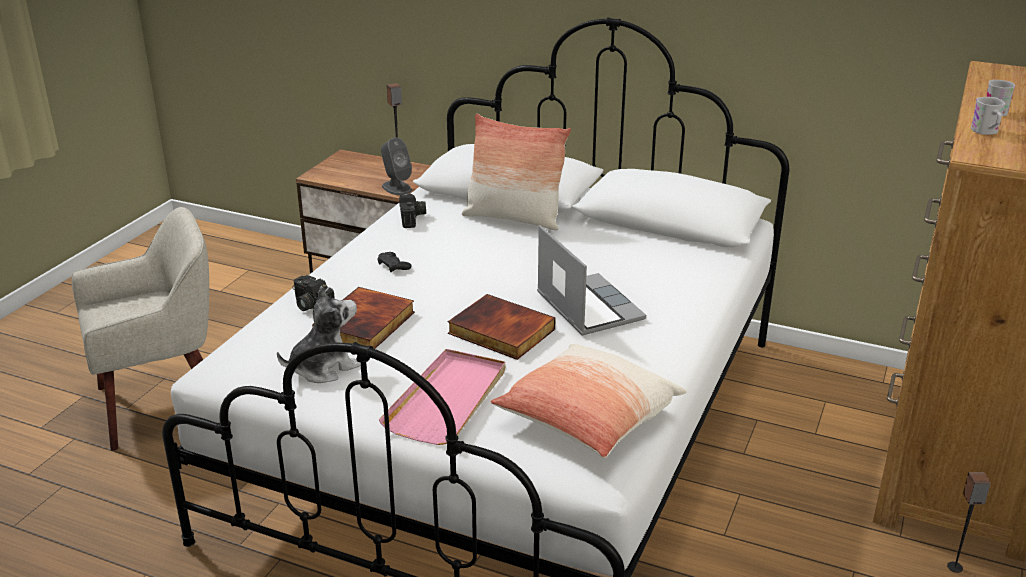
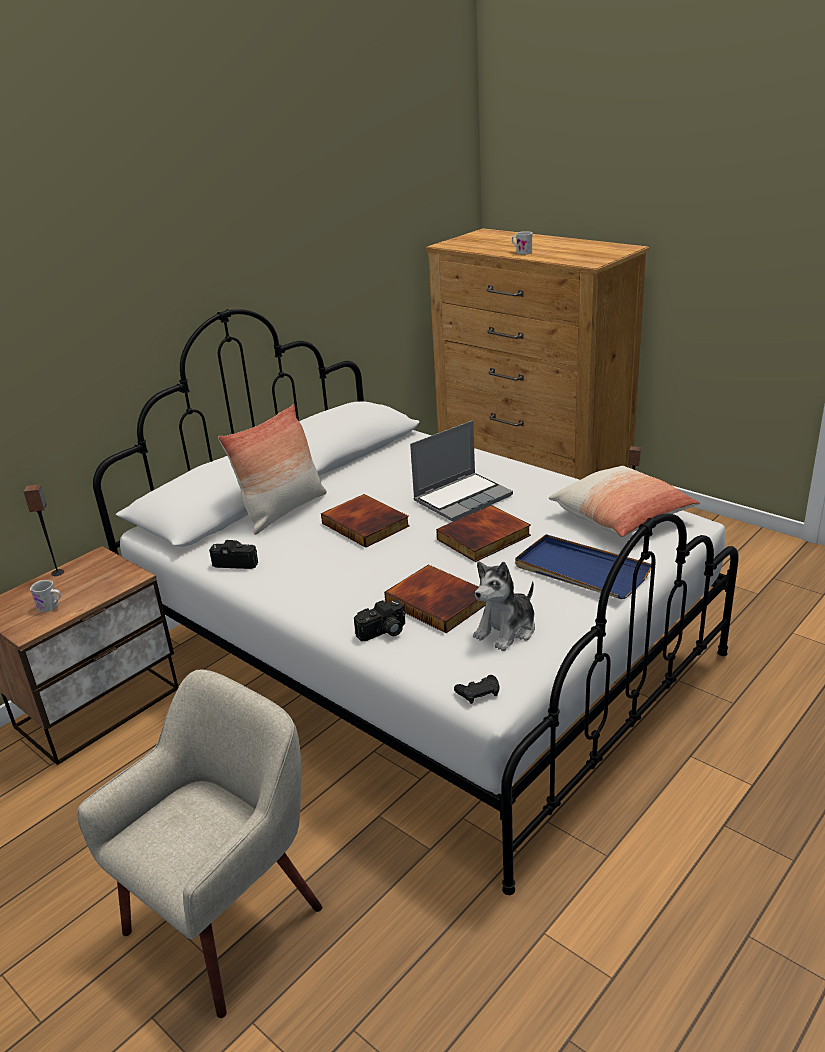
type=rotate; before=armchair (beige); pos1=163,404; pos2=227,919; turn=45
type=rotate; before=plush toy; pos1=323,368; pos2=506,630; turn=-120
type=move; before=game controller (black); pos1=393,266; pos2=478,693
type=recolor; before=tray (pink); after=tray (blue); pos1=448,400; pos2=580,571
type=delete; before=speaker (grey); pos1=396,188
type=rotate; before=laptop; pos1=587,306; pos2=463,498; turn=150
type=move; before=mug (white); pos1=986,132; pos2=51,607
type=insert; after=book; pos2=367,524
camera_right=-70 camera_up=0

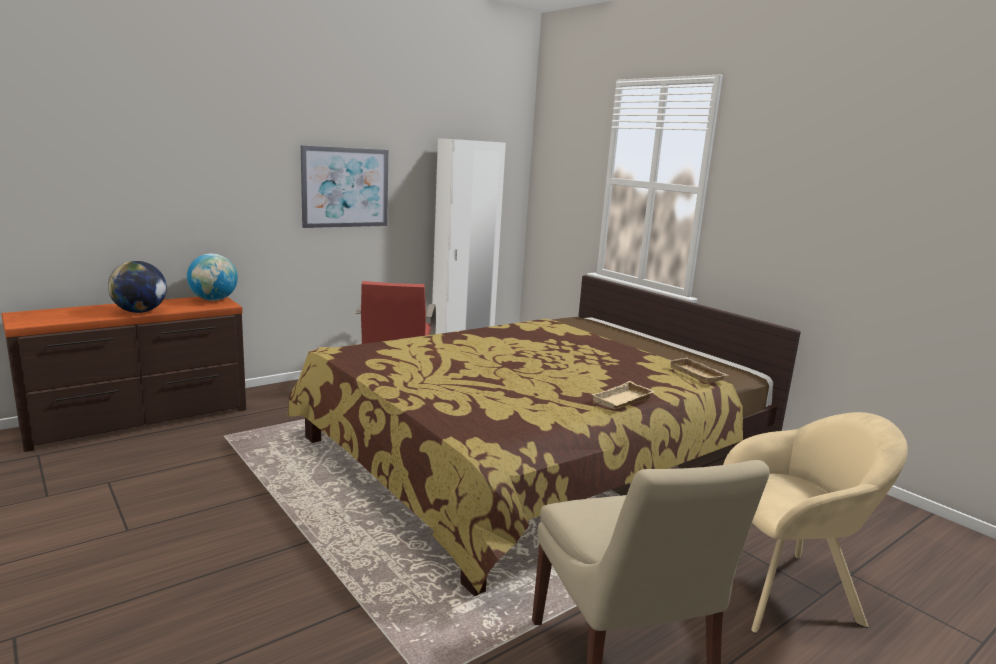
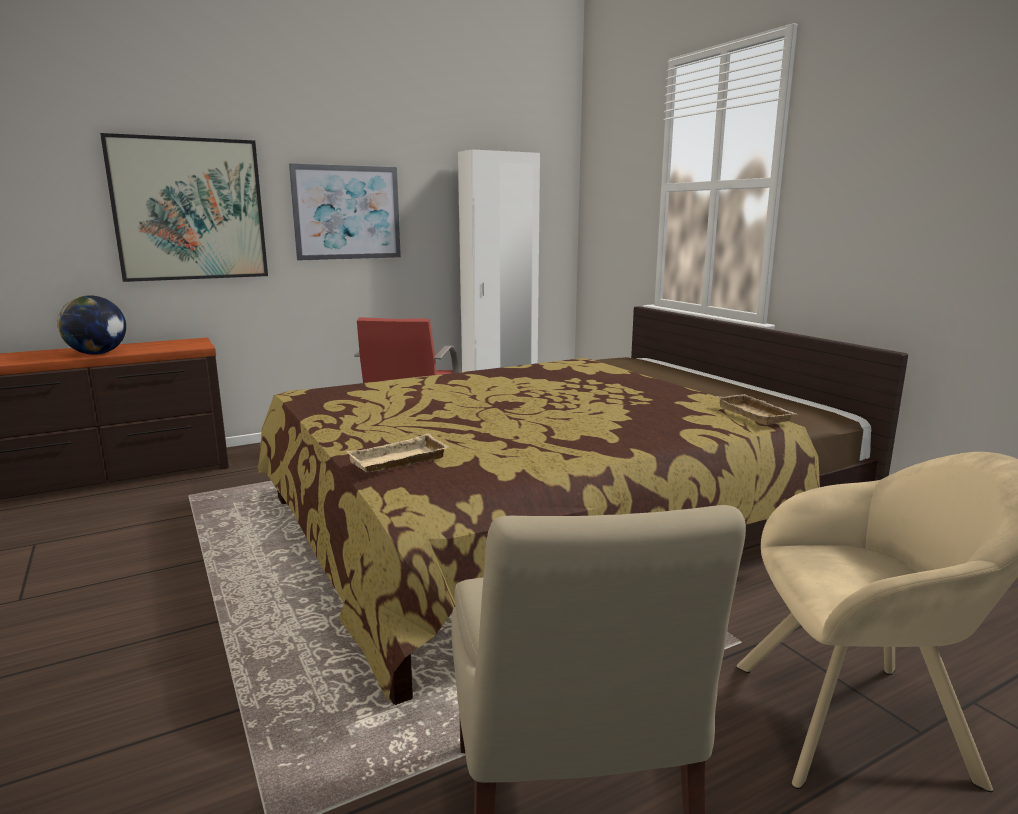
type=delete; before=globe; pos1=214,300
type=move; before=tray (beige); pos1=623,401; pos2=398,462
type=insert; after=picture; pos2=189,209
camera_right=10 camera_up=0

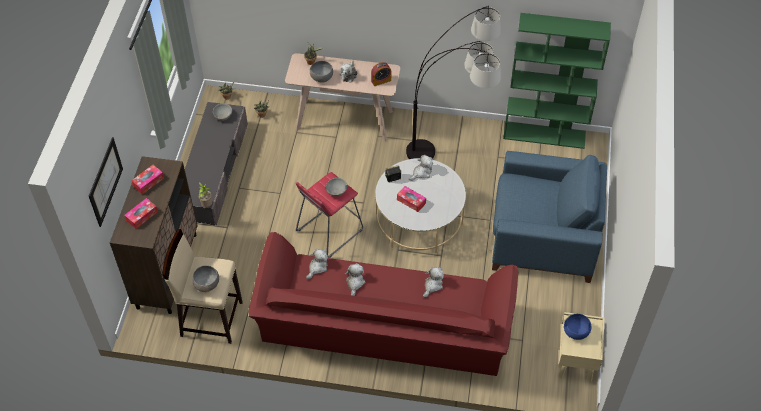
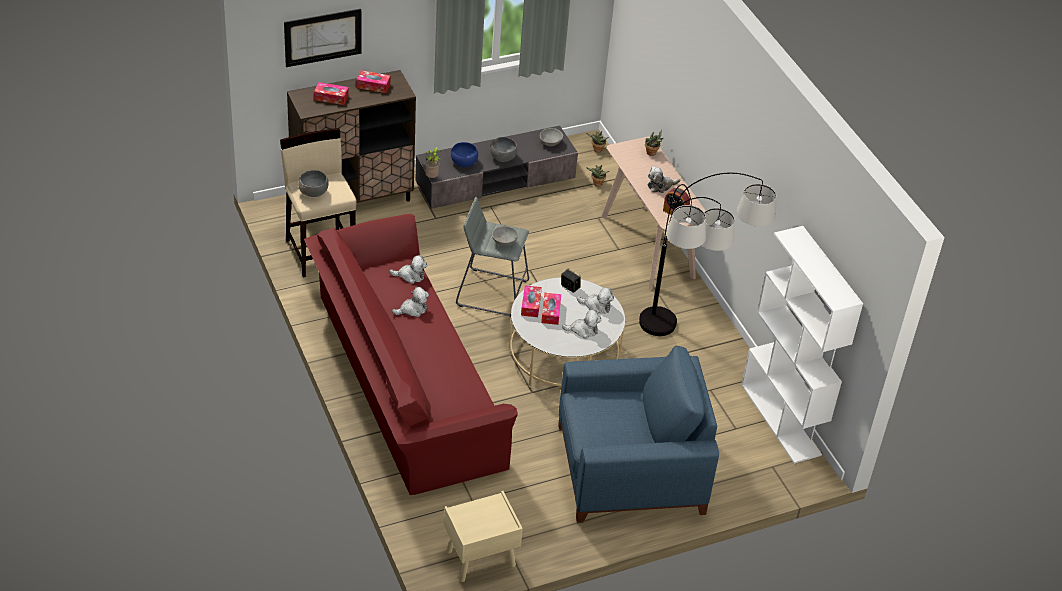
type=recolor; before=stool (red); after=stool (grey); pos1=329,231; pos2=492,293
type=move; before=bowl (grey); pos1=321,77; pos2=503,157
type=move; before=plush toy; pos1=432,285; pos2=583,330
type=rotate; before=armchair (blue); pos1=542,237; pos2=628,469; turn=-75
type=recolor; before=bookcase (green); after=bookcase (white); pos1=545,135; pos2=781,420
type=move; before=bowl (blue); pos1=575,332; pos2=463,162
type=insert; after=tissue box; pos2=530,305
camera_right=55 camera_up=-10

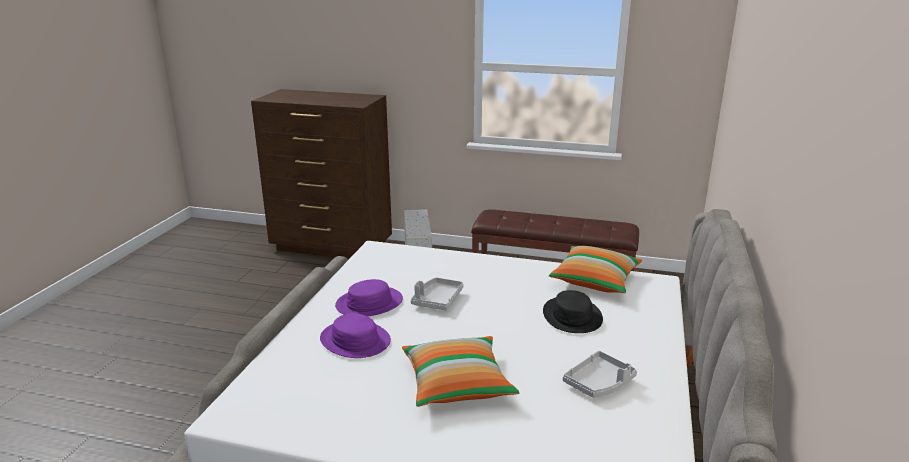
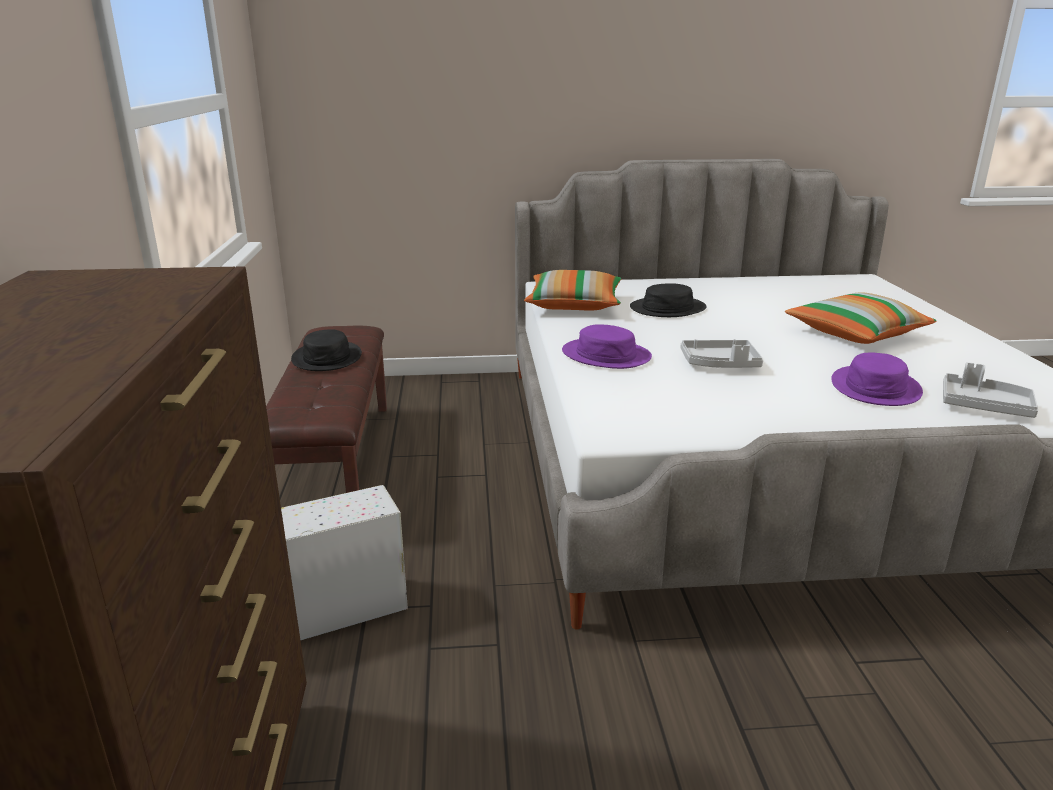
type=move; before=hat (purple); pos1=369,303; pos2=606,355
type=move; before=tray (grey); pos1=599,383; pos2=984,406
type=insert; after=hat (black); pos2=327,358
camera_right=-110 camera_up=0

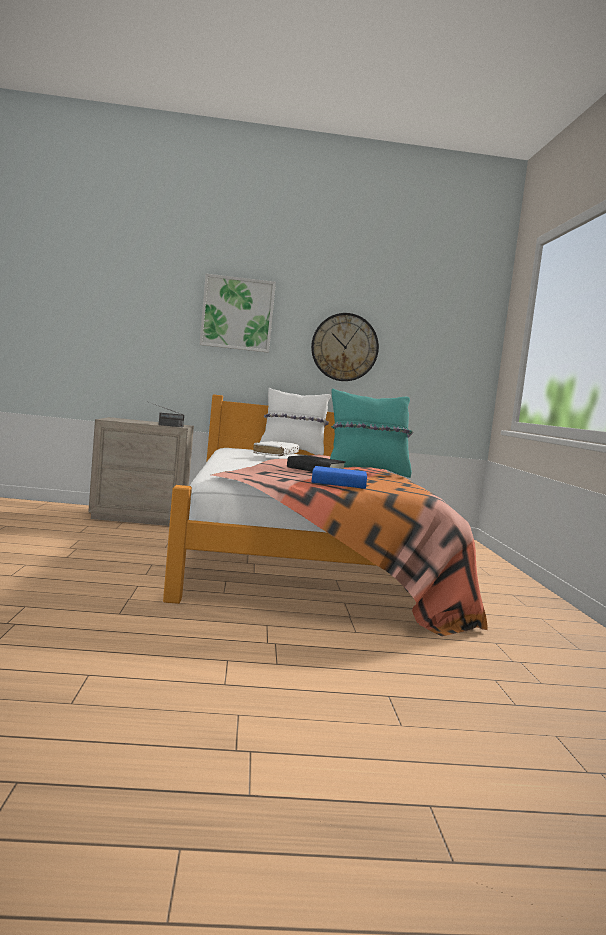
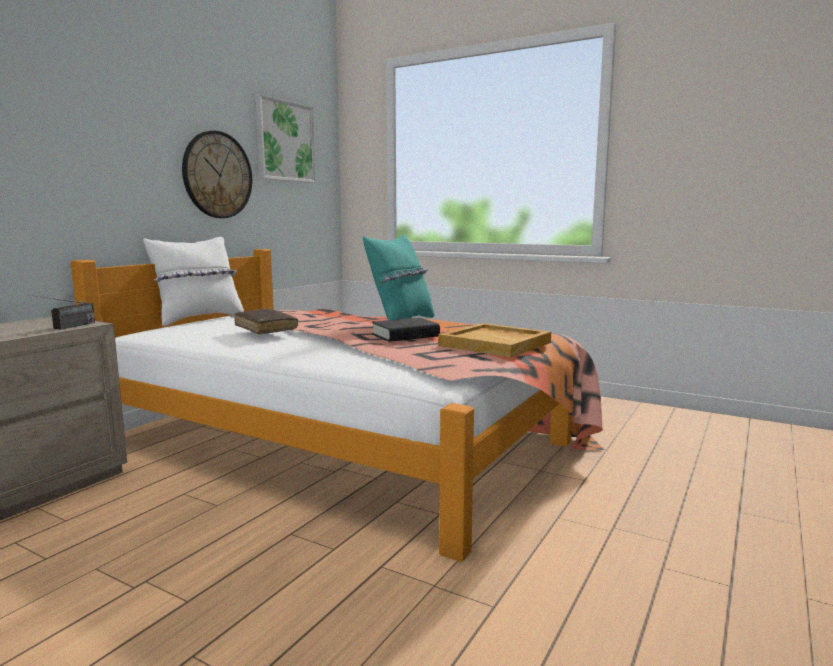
type=move; before=picture; pos1=237,313; pos2=285,141
type=recolor; before=book (white); after=book (brown); pos1=275,454; pos2=265,328
type=replace; before=book (blue); after=tray (beige); pos1=338,483; pos2=496,344
camera_right=-55 camera_up=5

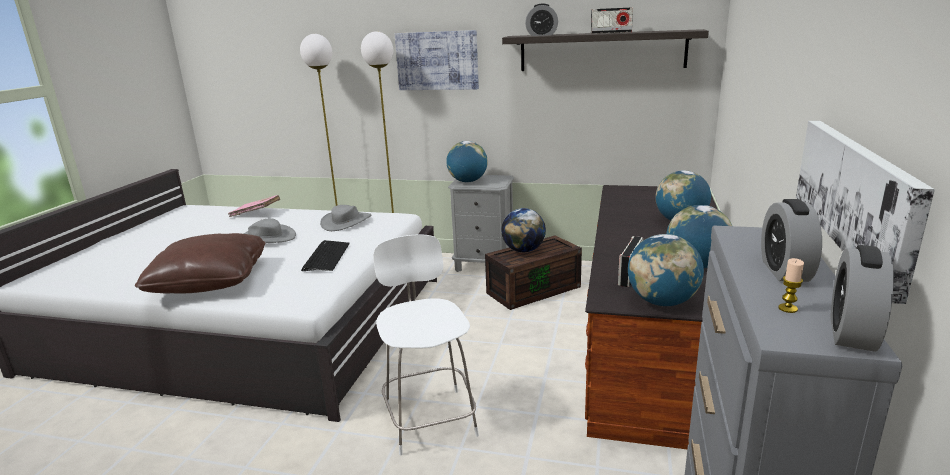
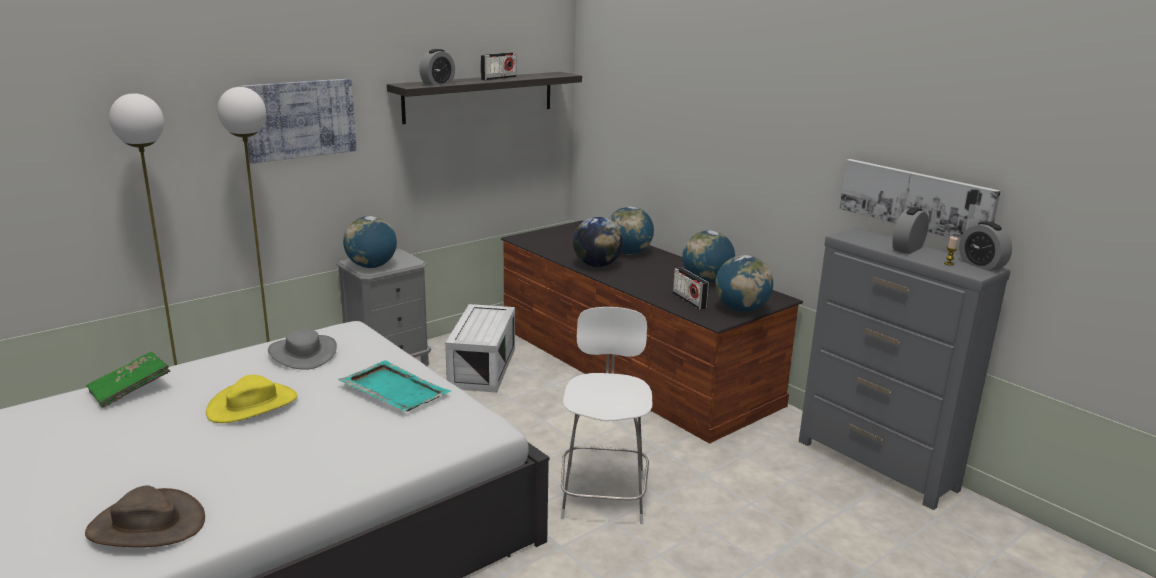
type=delete; before=pillow (brown); pos1=210,281
type=recolor; before=book (pink); after=book (green); pos1=256,213; pos2=130,390
type=recolor; before=hat (grey); after=hat (yellow); pos1=266,238; pos2=252,405
type=replace; before=keyboard; after=tray (turquoise); pos1=326,257; pos2=393,389
type=rotate; before=chair (white); pos1=429,418; pos2=604,495; turn=75
type=recolor; before=storage box (brown); after=storage box (white); pos1=534,289; pos2=481,367
type=move; before=globe; pos1=523,250; pos2=597,265
type=rotate; before=alarm clock; pos1=784,271; pos2=907,249; turn=90
type=insert; after=hat (brown); pos2=146,525
camera_right=-55 camera_up=0

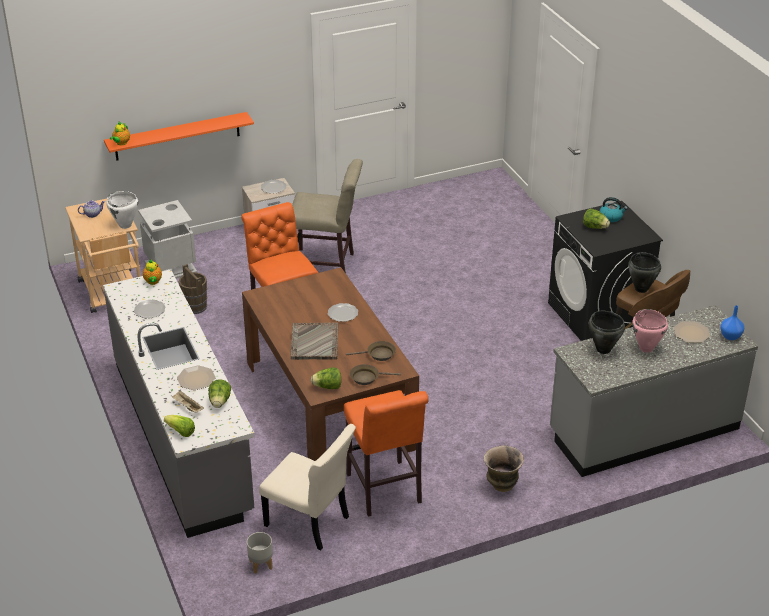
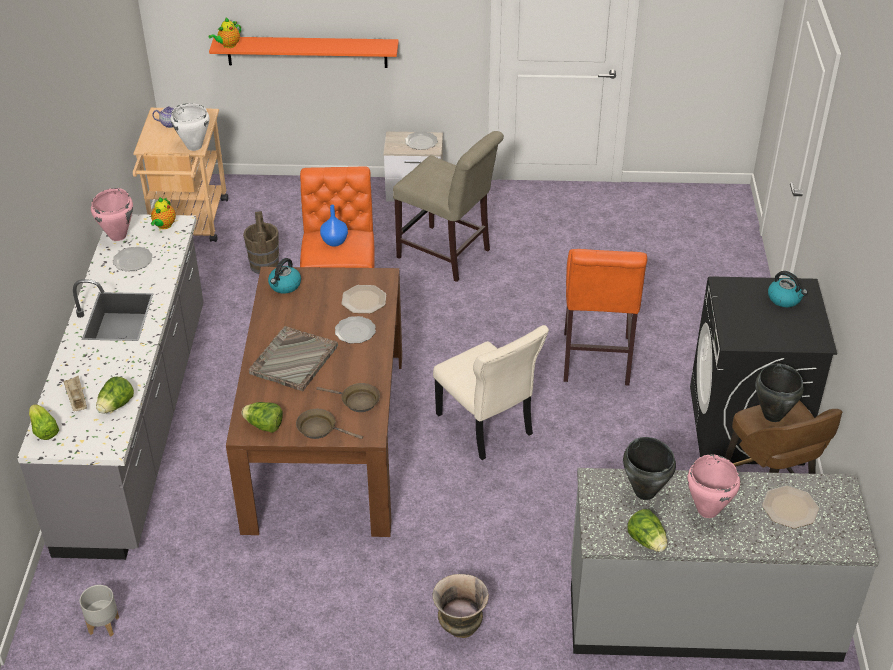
type=delete; before=trash can (grey); pos1=171,267
type=move; before=plate; pos1=196,378; pos2=363,300
type=move; before=chair (beige); pos1=309,523; pos2=486,427
type=move; before=stool (orange); pos1=385,491; pos2=596,362
type=move; before=lettuce; pos1=595,227; pos2=647,541
type=move; before=vase (blue); pos1=731,336; pos2=335,242
type=insert; after=cooking pot (pink); pos2=118,236
type=insert; after=kettle; pos2=285,286
camera_right=25 camera_up=5

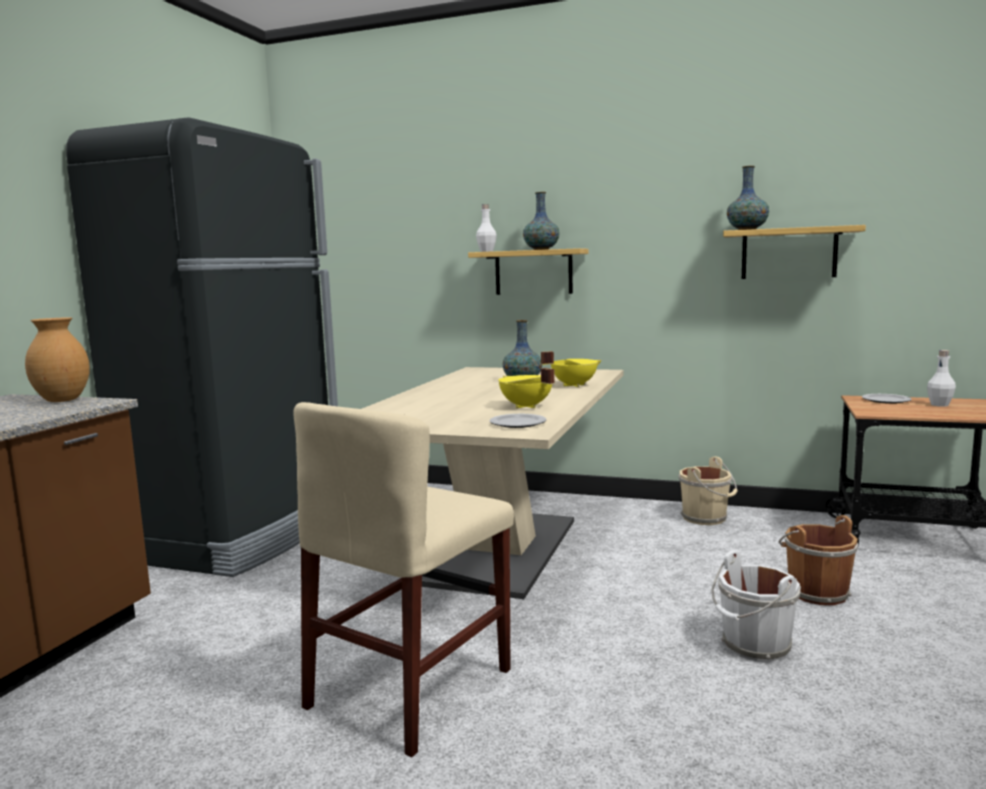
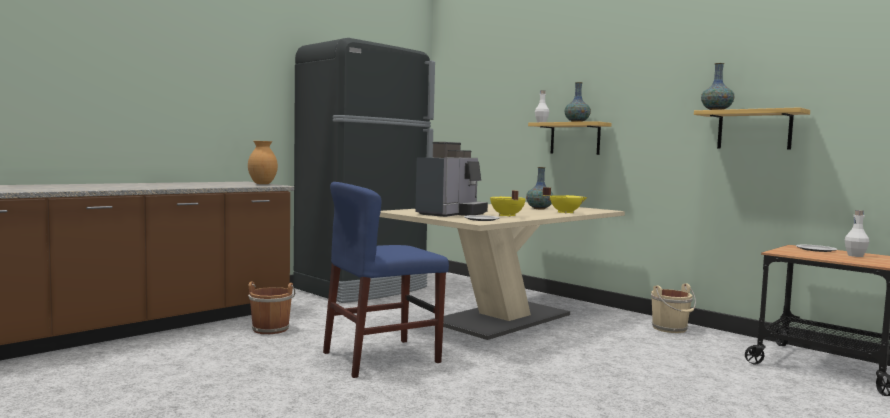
type=recolor; before=chair (beige); after=chair (blue); pos1=410,687; pos2=381,357
type=delete; before=bucket (white); pos1=754,646
type=move; before=bucket (brown); pos1=815,592; pos2=271,328
type=insert; after=coffee machine; pos2=451,213
camera_right=25 camera_up=-5

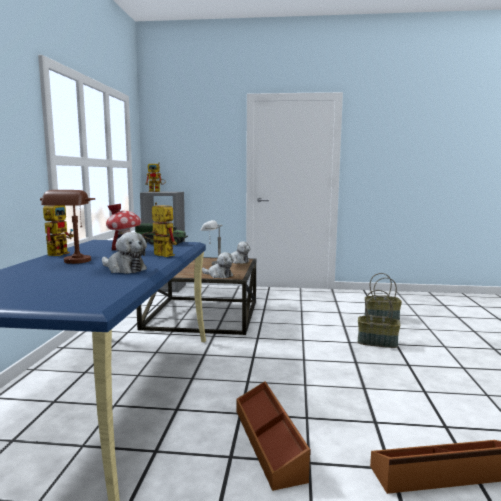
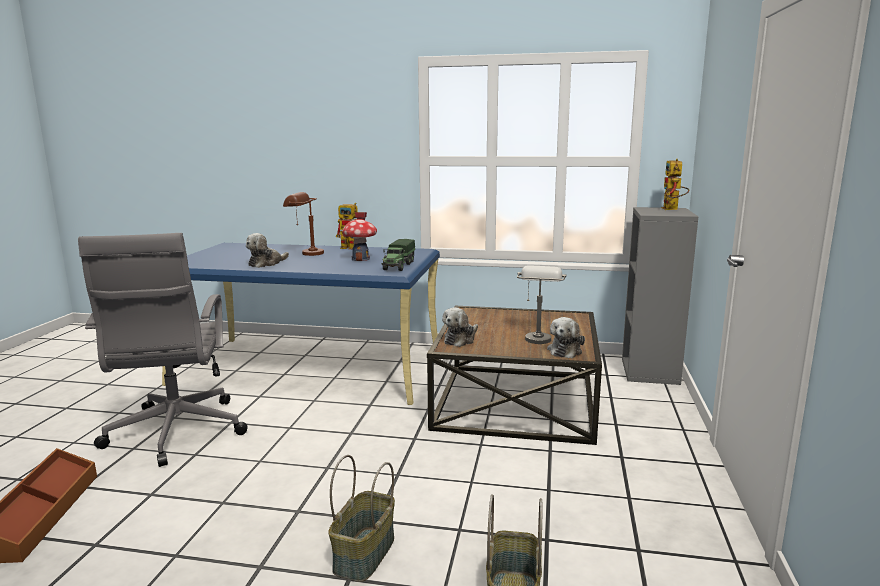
type=delete; before=toy robot; pos1=159,254
type=replace; before=storage box (brown); after=office chair (grey); pos1=269,442; pos2=175,433
camera_right=95 camera_up=5

